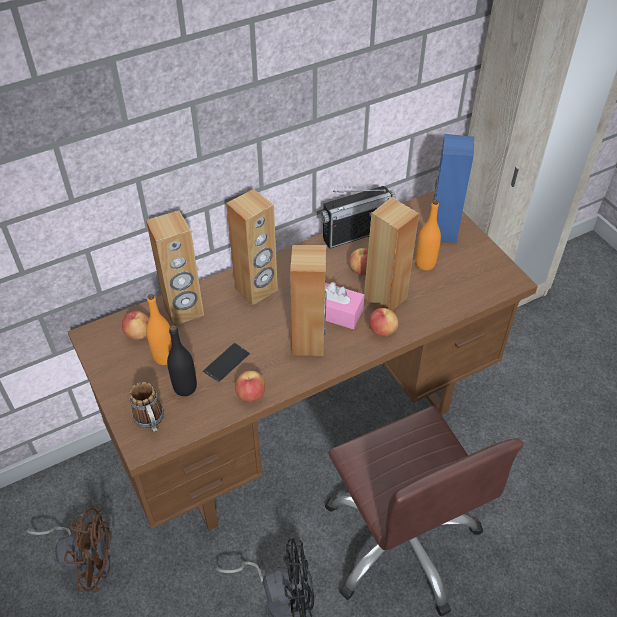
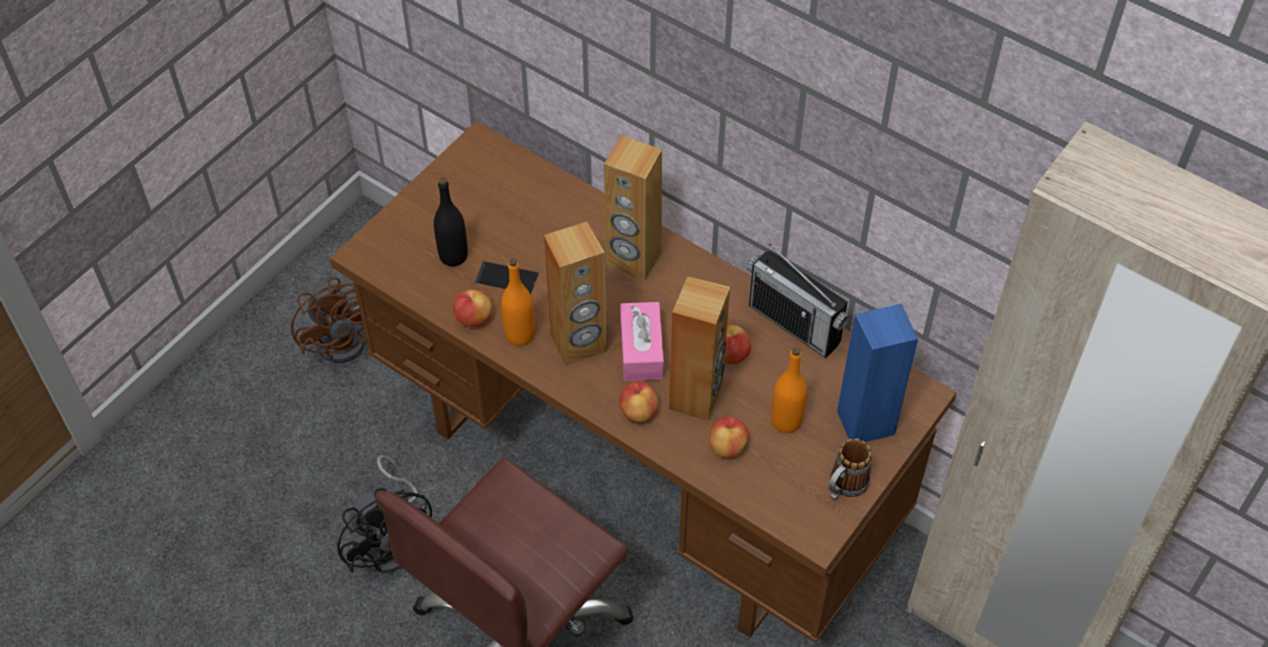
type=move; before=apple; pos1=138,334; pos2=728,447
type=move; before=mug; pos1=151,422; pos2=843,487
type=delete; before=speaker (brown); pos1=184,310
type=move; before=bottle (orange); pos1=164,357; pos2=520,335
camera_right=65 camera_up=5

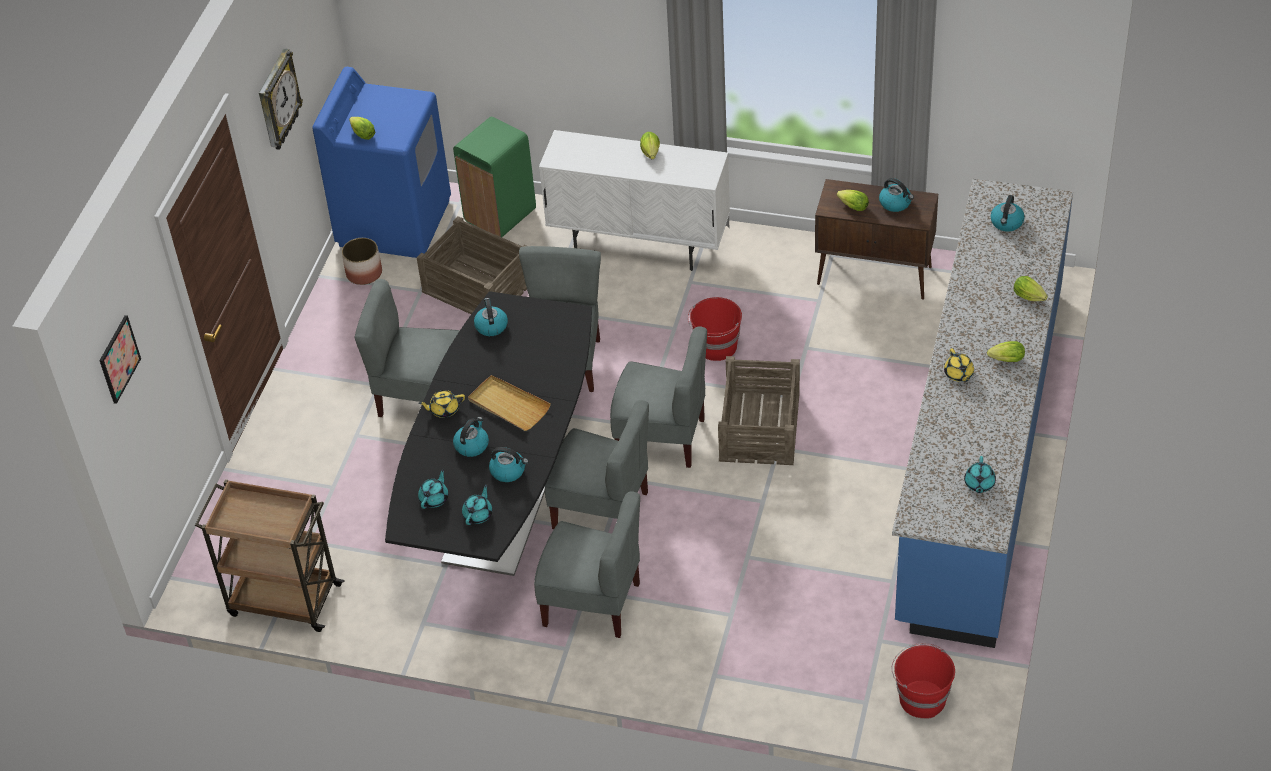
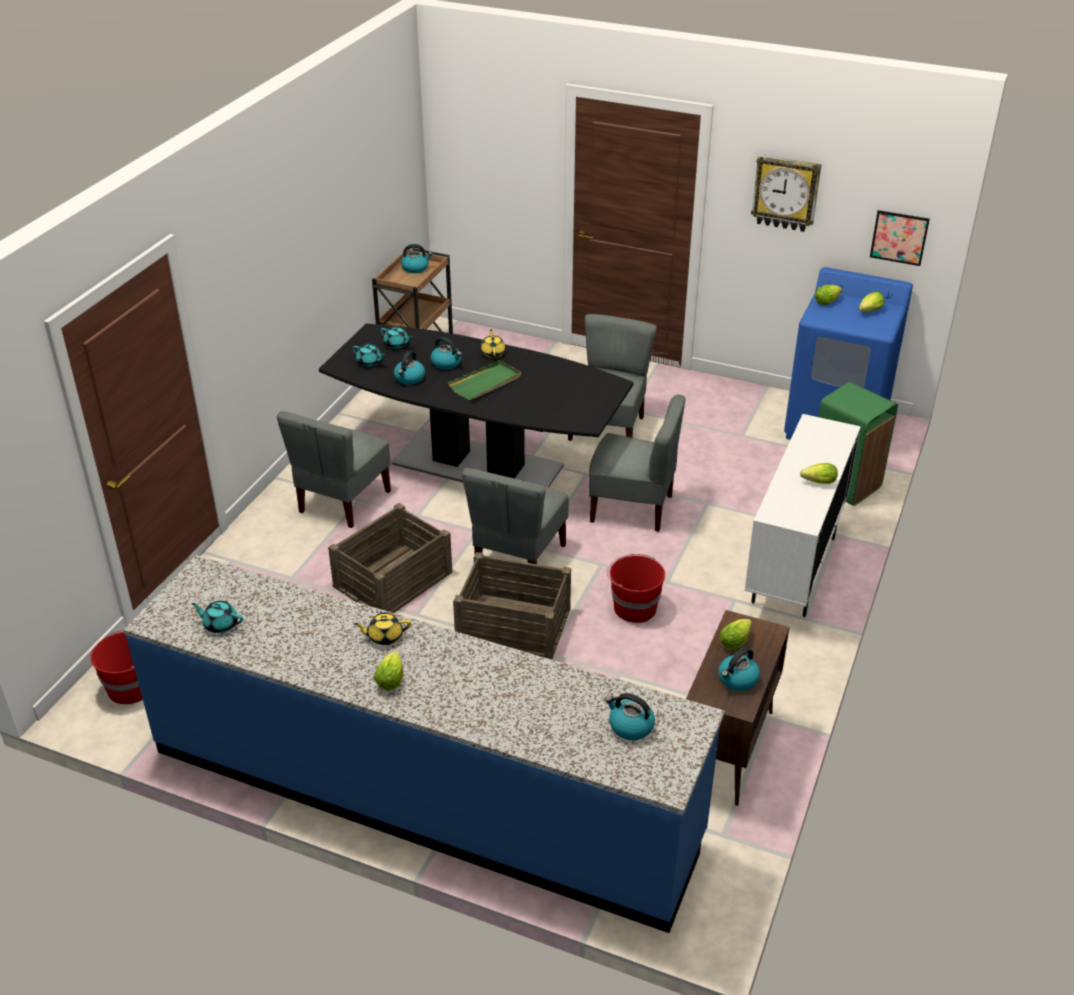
type=move; before=picture; pos1=119,359; pos2=899,237
type=delete; before=planter; pos1=364,273
type=move; before=crate; pos1=478,286; pos2=394,579
type=recolor; before=tray (beige); after=tray (green); pos1=508,405; pos2=485,383
type=move; before=kettle; pos1=491,326; pos2=415,268
type=delete; before=chair (grey); pos1=601,509
type=move; before=lettuce; pos1=1030,298; pos2=869,312
camera_right=95 camera_up=-10

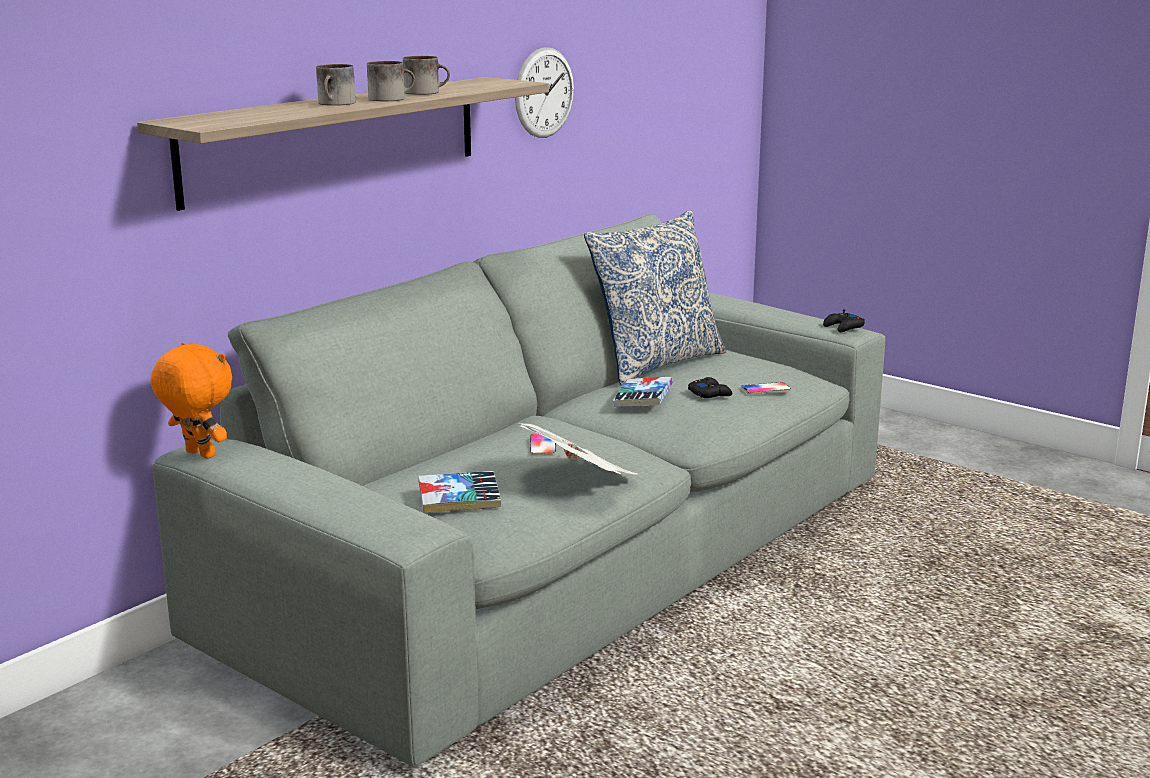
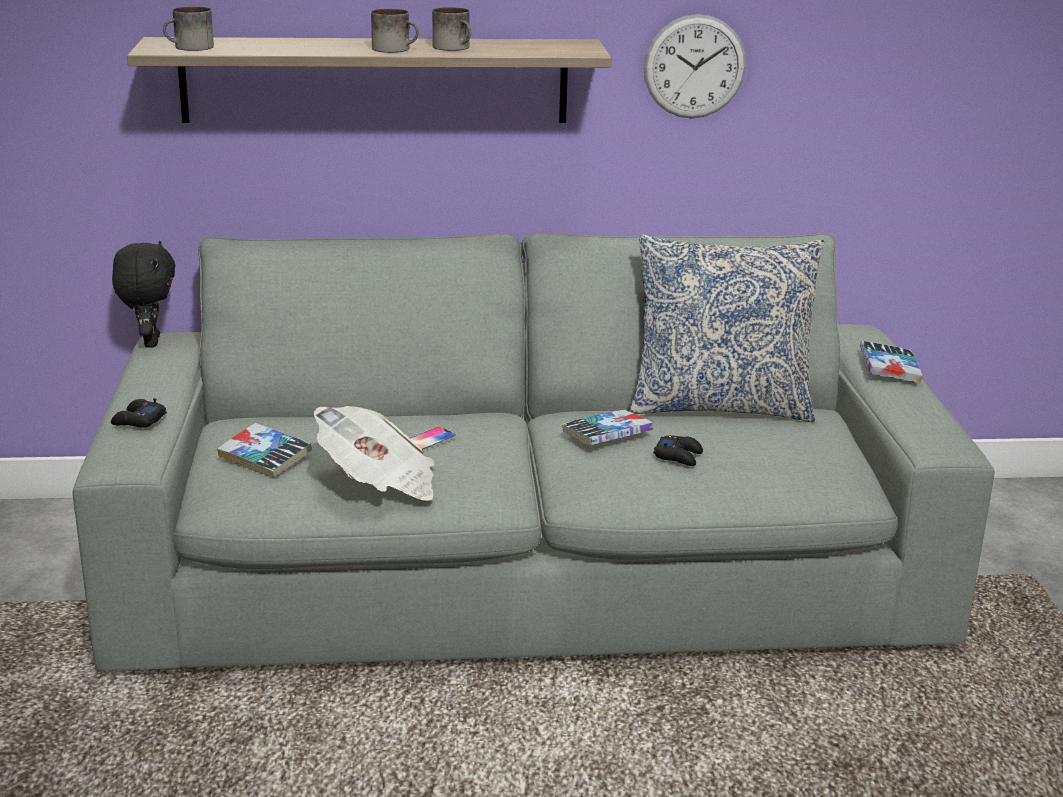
type=recolor; before=plush toy (orange); after=plush toy (black); pos1=198,455; pos2=149,342
type=move; before=mug; pos1=336,103; pos2=190,48
type=delete; before=phone; pos1=766,389
type=move; before=game controller (black); pos1=843,327; pos2=138,421
type=insert; after=book; pos2=889,369
camera_right=45 camera_up=5

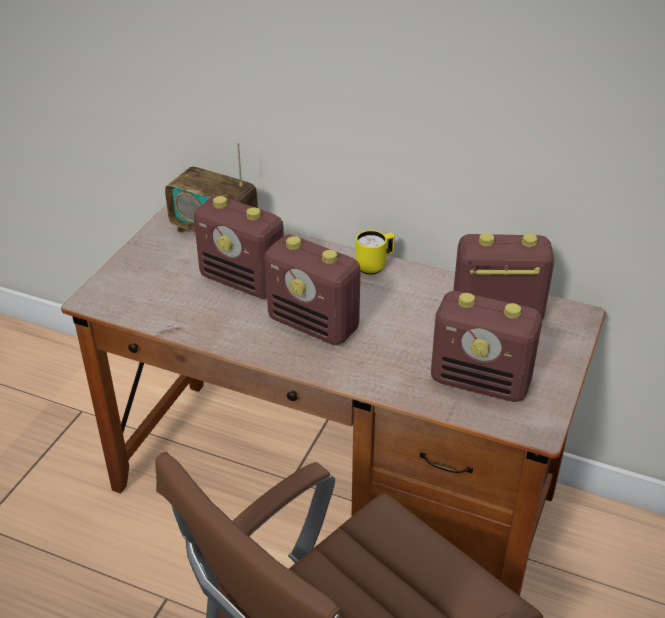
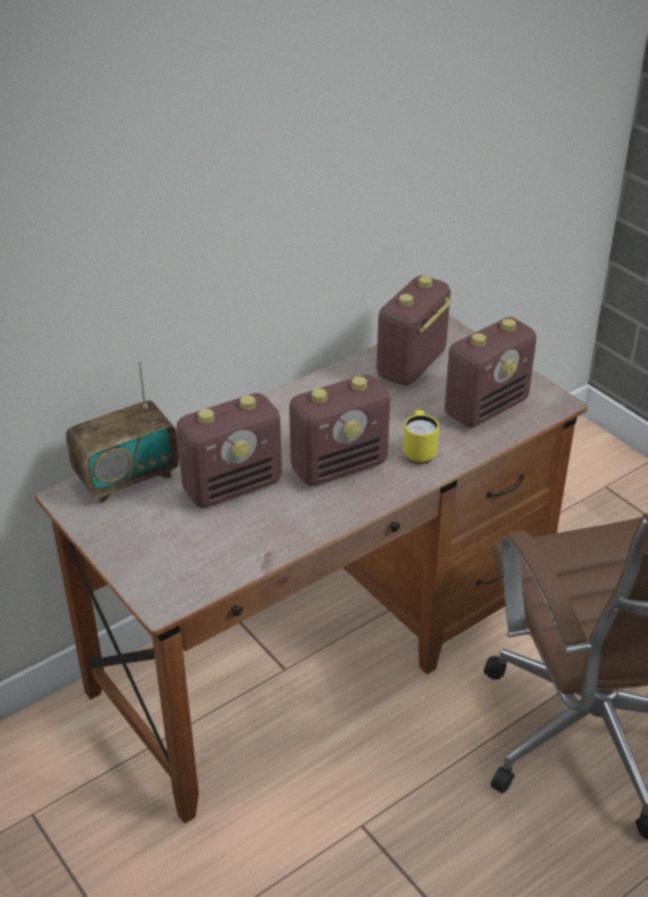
type=move; before=mug (yellow); pos1=375,266; pos2=419,452
camera_right=-60 camera_up=0

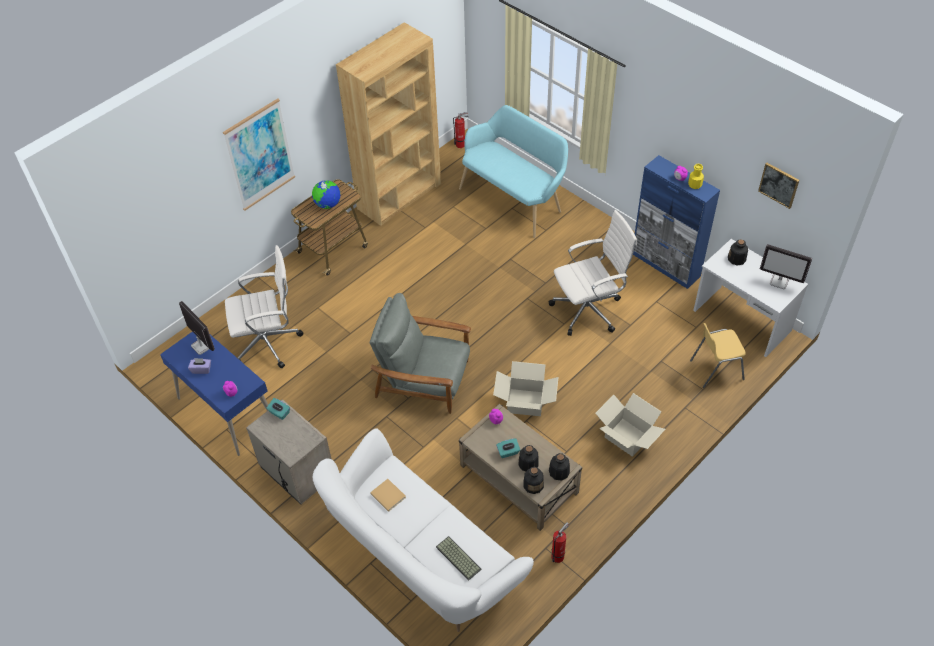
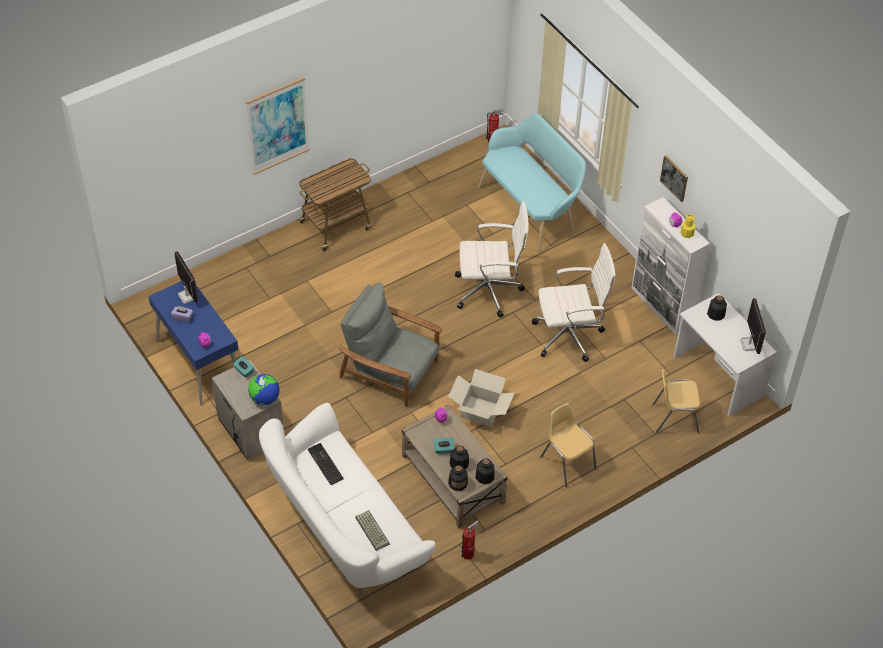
type=move; before=office chair (white); pos1=268,342; pos2=490,291
type=move; before=globe; pos1=327,204; pos2=264,398
type=delete; before=bookcase (brown); pos1=399,196
type=replace; before=book (beige); after=keyboard; pos1=387,495; pos2=324,464
type=replace; before=cardboard box; after=chair (yellow); pos1=627,437; pos2=567,462
type=recolor; before=cabinet (blue); after=cabinet (white); pos1=666,265; pos2=661,306
type=move; before=picture; pos1=779,185; pos2=674,178
type=rotate; before=monitor; pos1=779,281; pos2=749,344; turn=-135
camera_right=10 camera_up=0

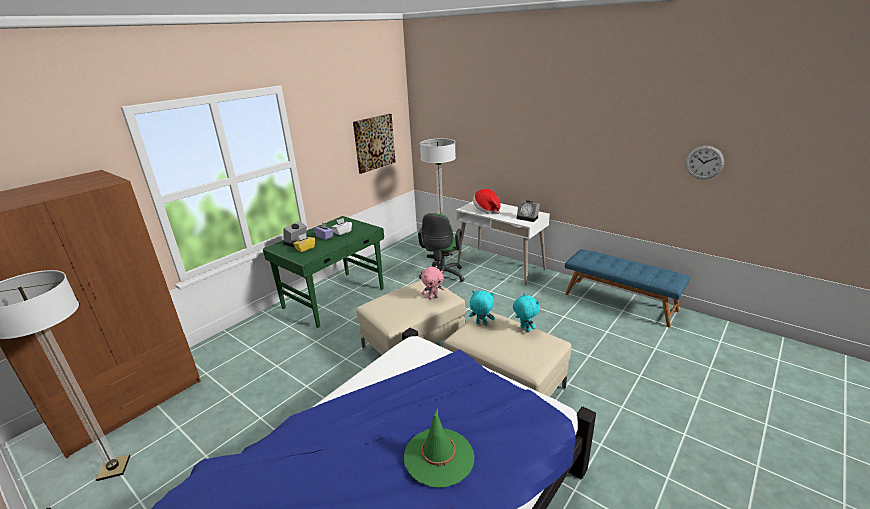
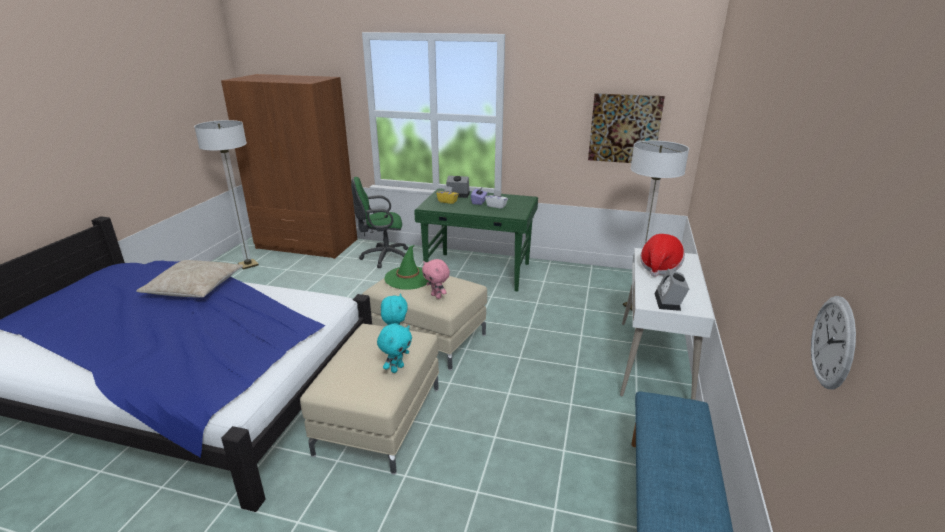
type=move; before=hat (green); pos1=439,457; pos2=408,278
type=move; before=office chair (green); pos1=442,277; pos2=383,257
type=insert; after=pillow (beige); pos2=194,287
camera_right=65 camera_up=0

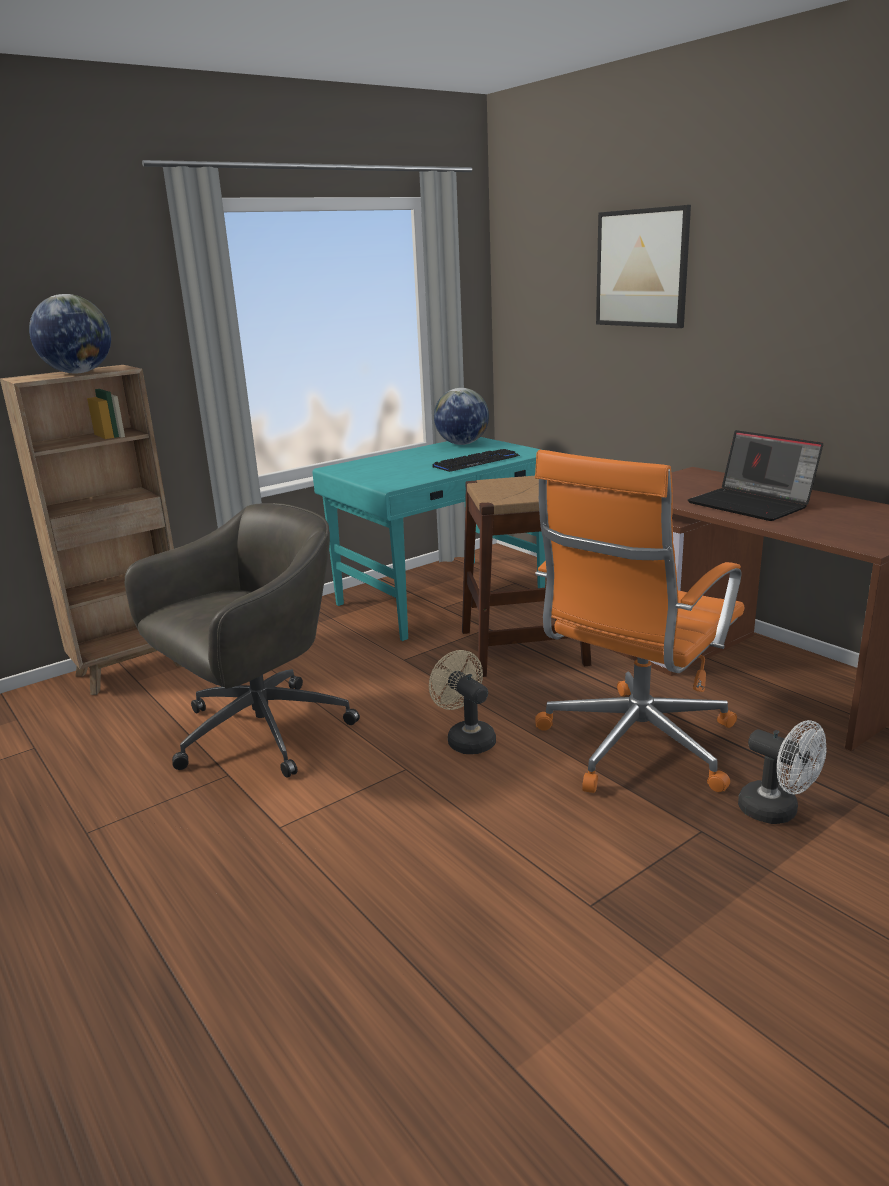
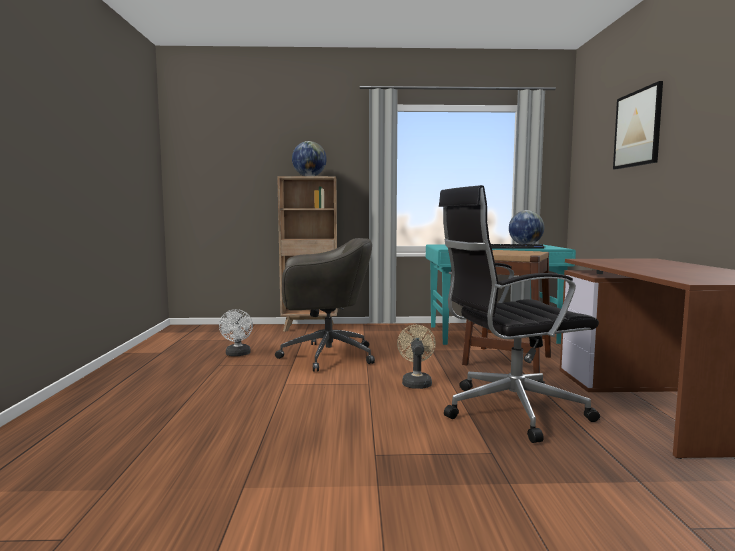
type=recolor; before=office chair (orange); after=office chair (black); pos1=634,746; pos2=509,410
type=delete; before=laptop; pos1=752,504
type=move; before=fan (white); pos1=777,812; pos2=238,354
camera_right=35 camera_up=-15

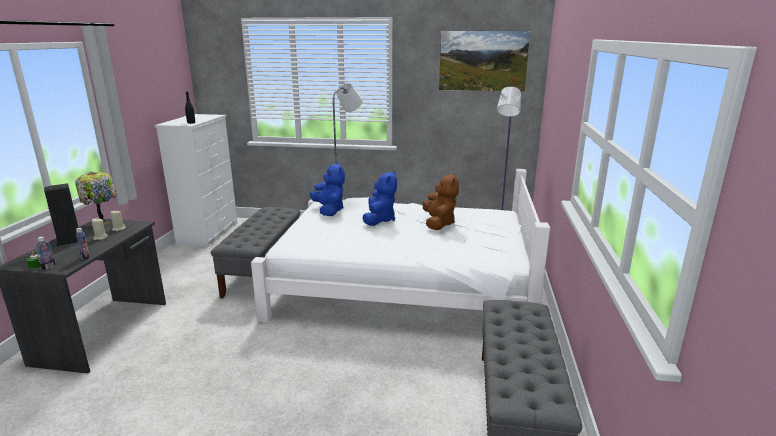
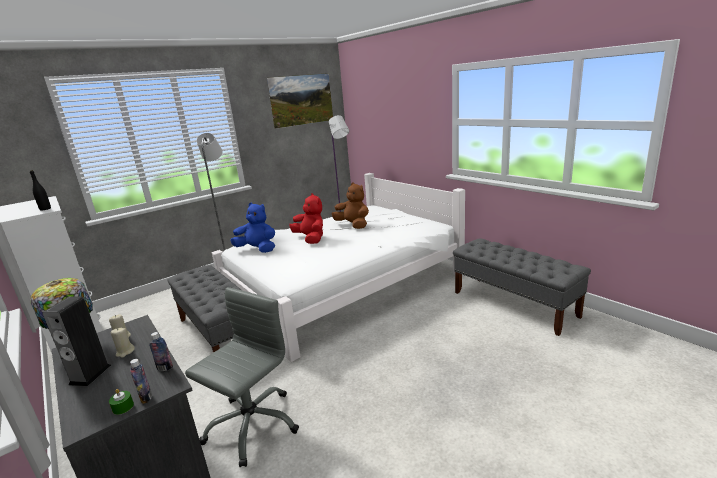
type=recolor; before=plush toy (blue); after=plush toy (red); pos1=379,220; pos2=311,239
type=insert; after=office chair (grey); pos2=252,425
camera_right=-45 camera_up=0

